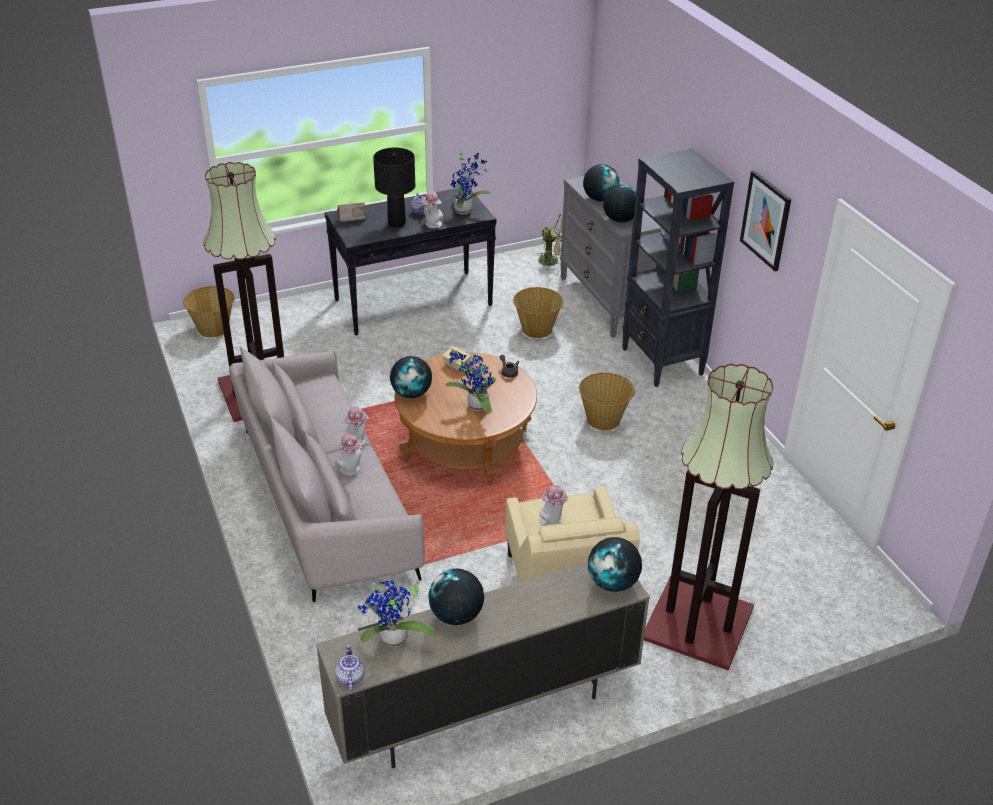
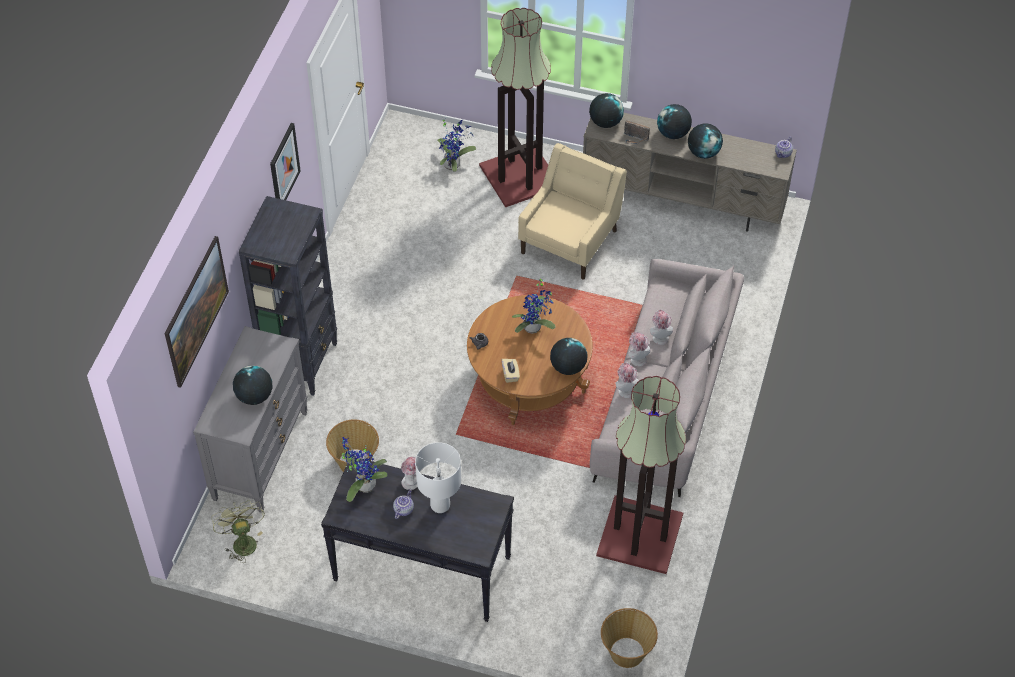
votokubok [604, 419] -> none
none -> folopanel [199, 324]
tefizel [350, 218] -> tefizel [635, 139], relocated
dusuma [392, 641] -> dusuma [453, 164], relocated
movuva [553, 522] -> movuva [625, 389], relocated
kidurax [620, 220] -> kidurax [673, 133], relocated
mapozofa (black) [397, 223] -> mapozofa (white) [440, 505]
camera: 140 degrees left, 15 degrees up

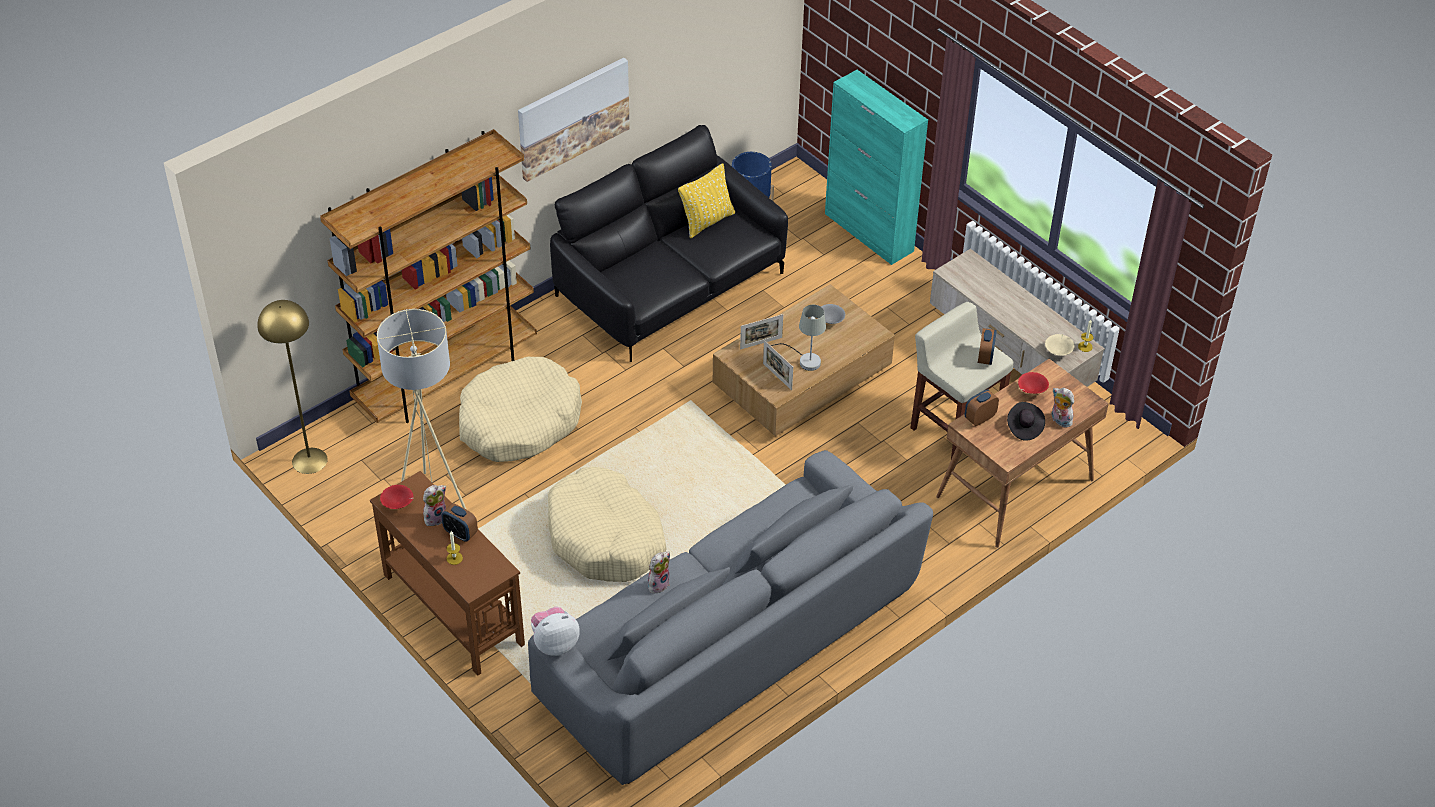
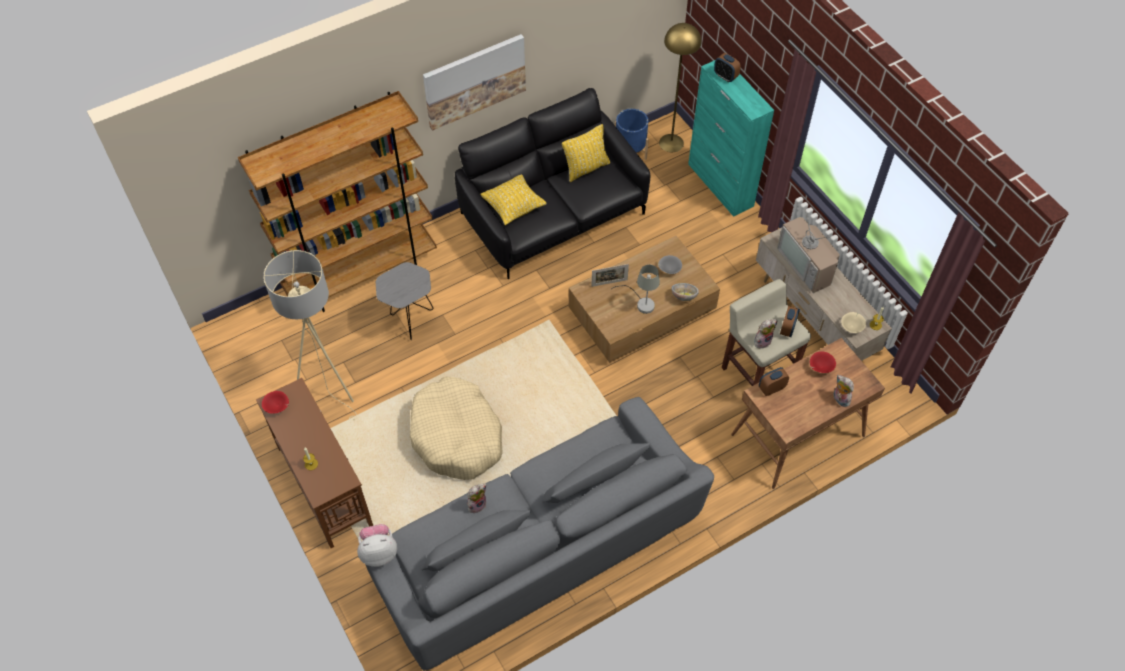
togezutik [777, 376] -> none
movuva (black) [1024, 427] -> none
none -> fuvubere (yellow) [513, 207]
none -> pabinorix [683, 296]
none -> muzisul [807, 265]
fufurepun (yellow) [310, 460] -> fufurepun (yellow) [671, 143], relocated
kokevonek [435, 517] -> kokevonek [762, 341], relocated
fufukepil [460, 533] -> fufukepil [725, 76], relocated
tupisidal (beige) [519, 422] -> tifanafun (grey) [410, 322]
camera: 10 degrees right, 10 degrees up

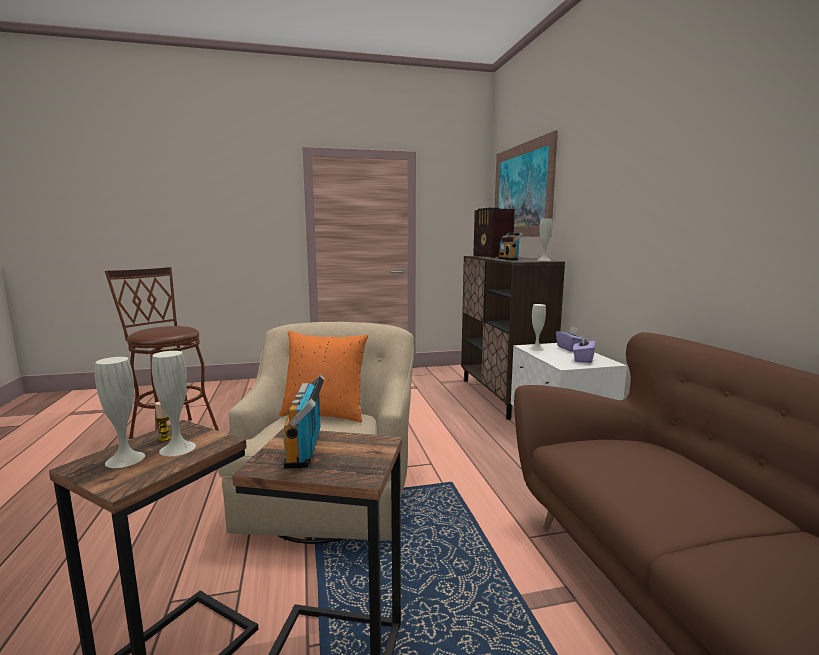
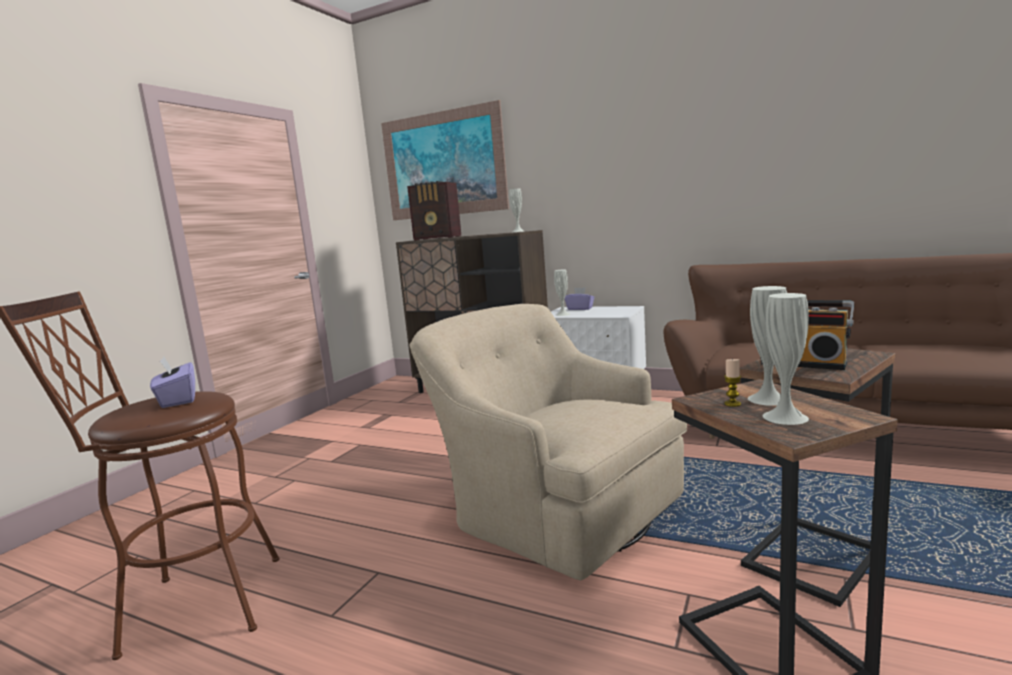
fuvubere (orange) [325, 413] -> none
tefizel [509, 259] -> none
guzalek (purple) [583, 359] -> guzalek (purple) [177, 400], relocated
camera: 50 degrees left, 0 degrees up

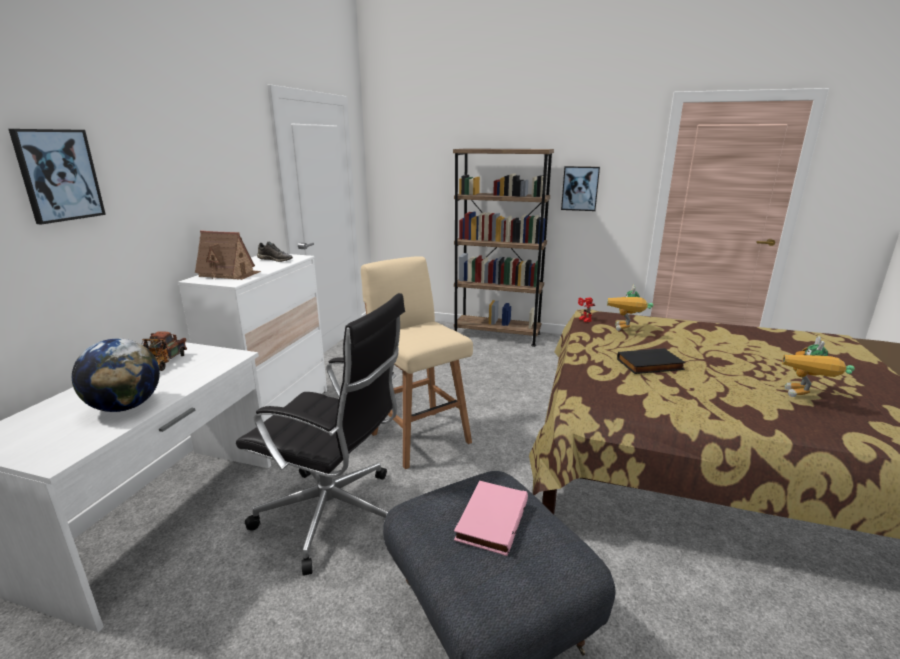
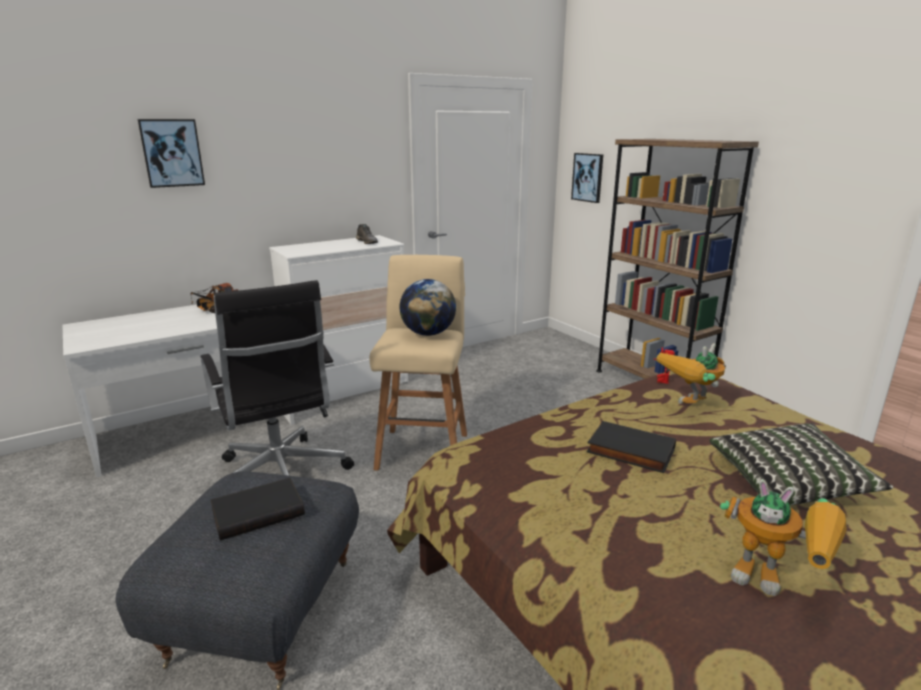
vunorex [229, 274] -> none
none -> fuvubere [787, 483]
kidurax [126, 406] -> kidurax [428, 334], relocated
folopanel [580, 188] -> folopanel [588, 177], relocated
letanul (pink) [490, 519] -> letanul (black) [258, 511]
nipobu [804, 398] -> nipobu [776, 581], 120 degrees counterclockwise
camera: 40 degrees right, 0 degrees up

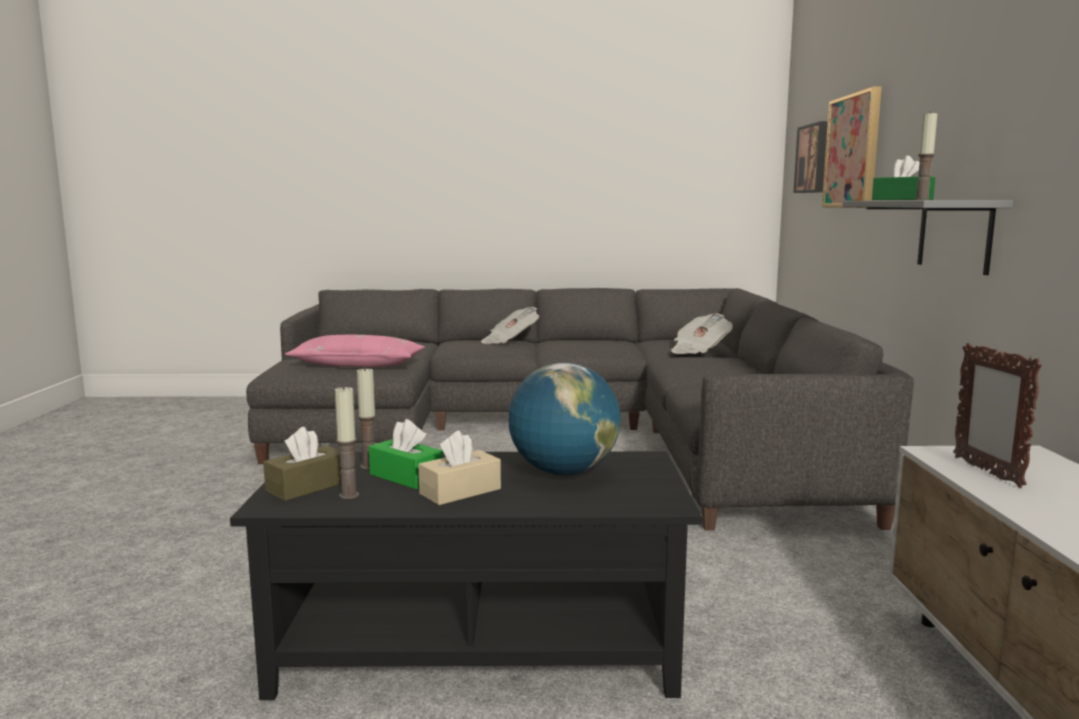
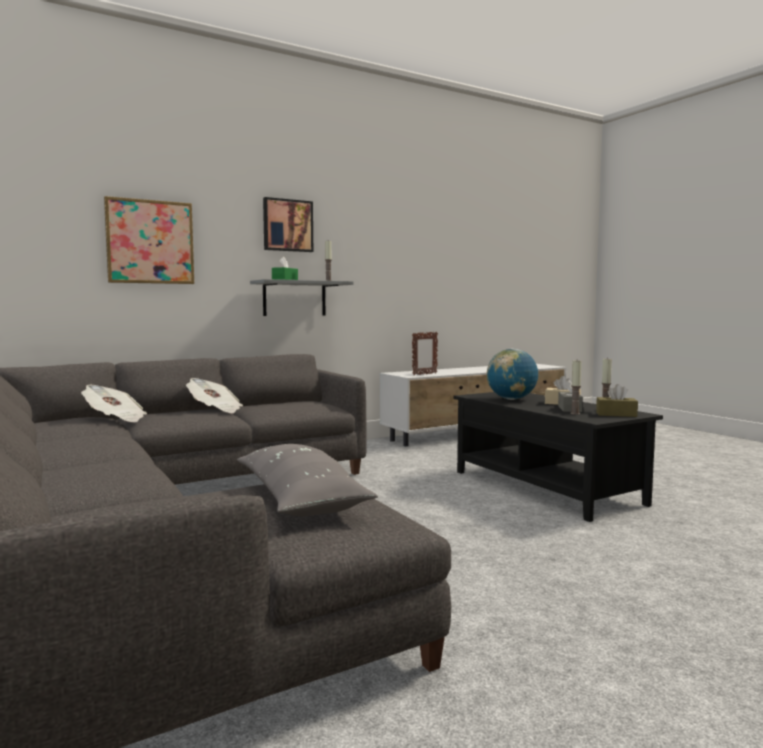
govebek [510, 341] -> govebek [215, 410], relocated
folopanel [814, 158] -> folopanel [287, 225], relocated
fuvubere (pink) [357, 365] -> fuvubere (grey) [299, 498]
guzalek (green) [406, 477] -> guzalek (grey) [569, 409]
camera: 120 degrees left, 5 degrees down

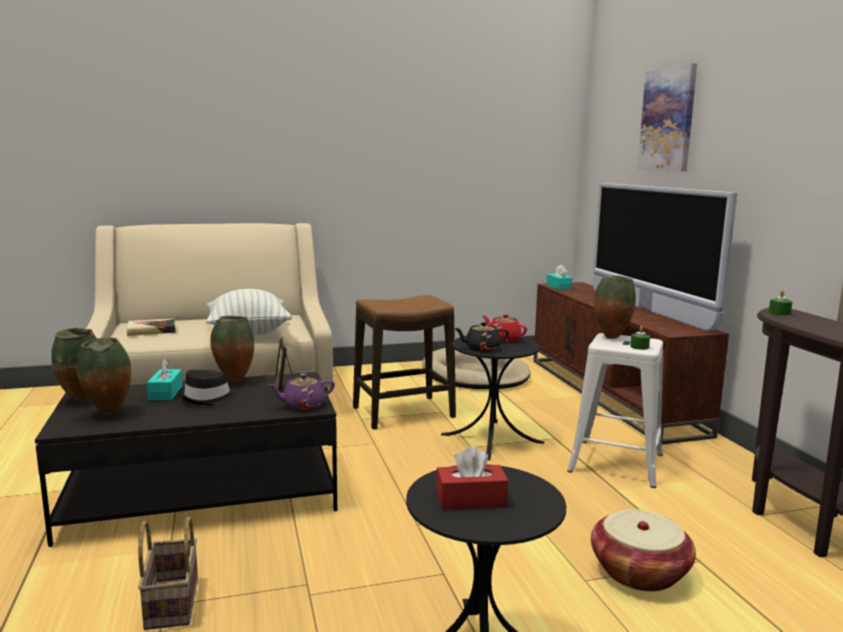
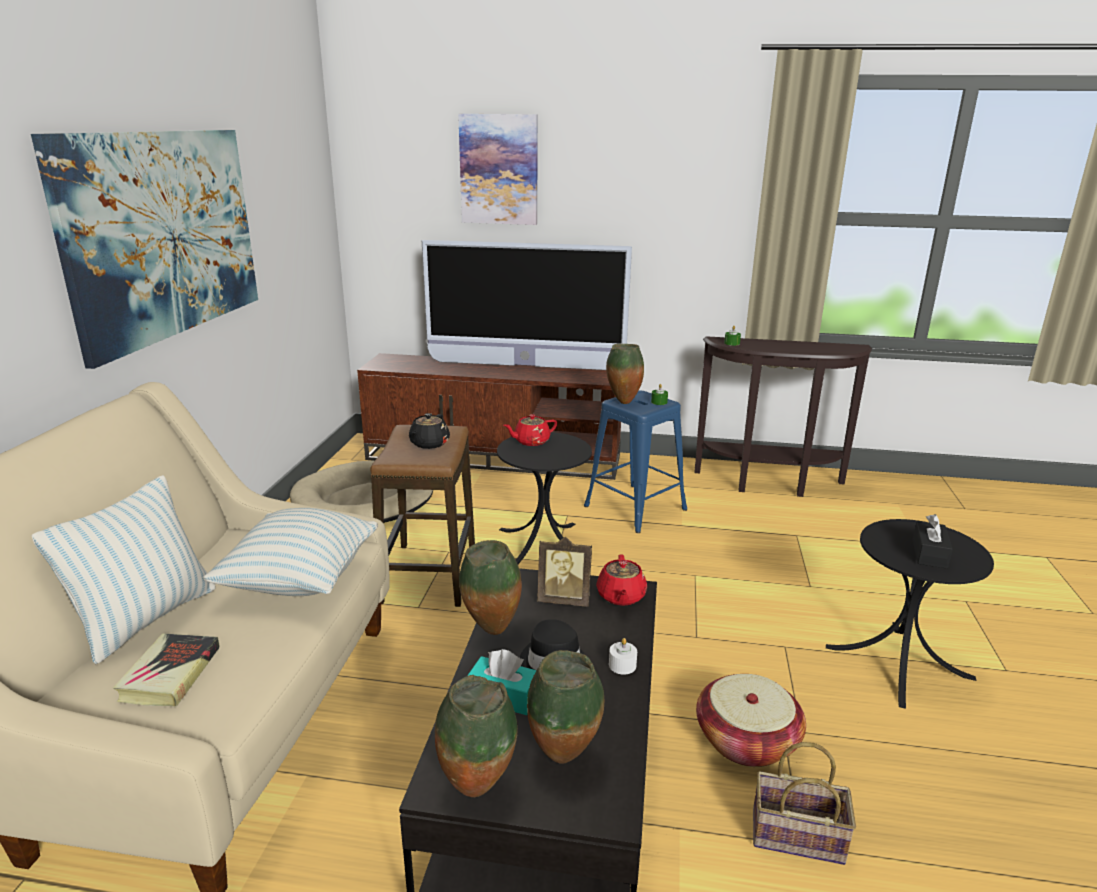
guzalek (turquoise) [558, 287] -> none
none -> folopanel [165, 234]
none -> fuvubere [146, 619]
none -> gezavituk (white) [622, 665]
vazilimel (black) [481, 348] -> vazilimel (black) [429, 444], relocated
votokubok [639, 572] -> votokubok [746, 741], relocated
vazilimel (purple) [303, 405] -> vazilimel (red) [621, 596]
guzalek (red) [471, 500] -> guzalek (black) [929, 553]
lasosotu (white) [616, 462] -> lasosotu (blue) [635, 507]
camera: 65 degrees left, 10 degrees up

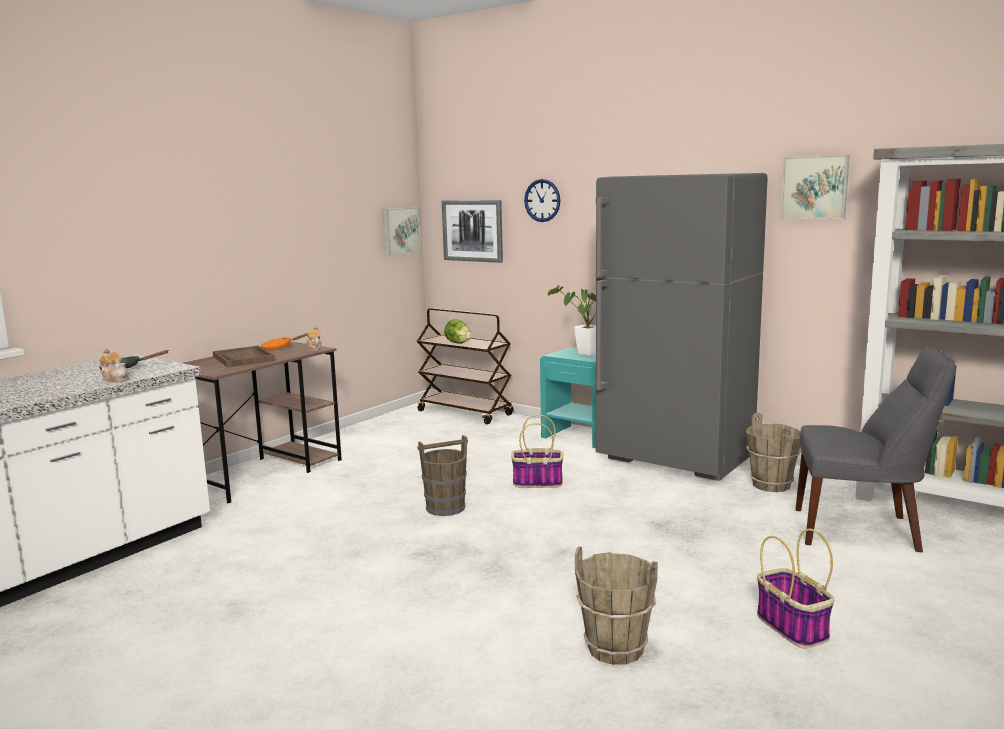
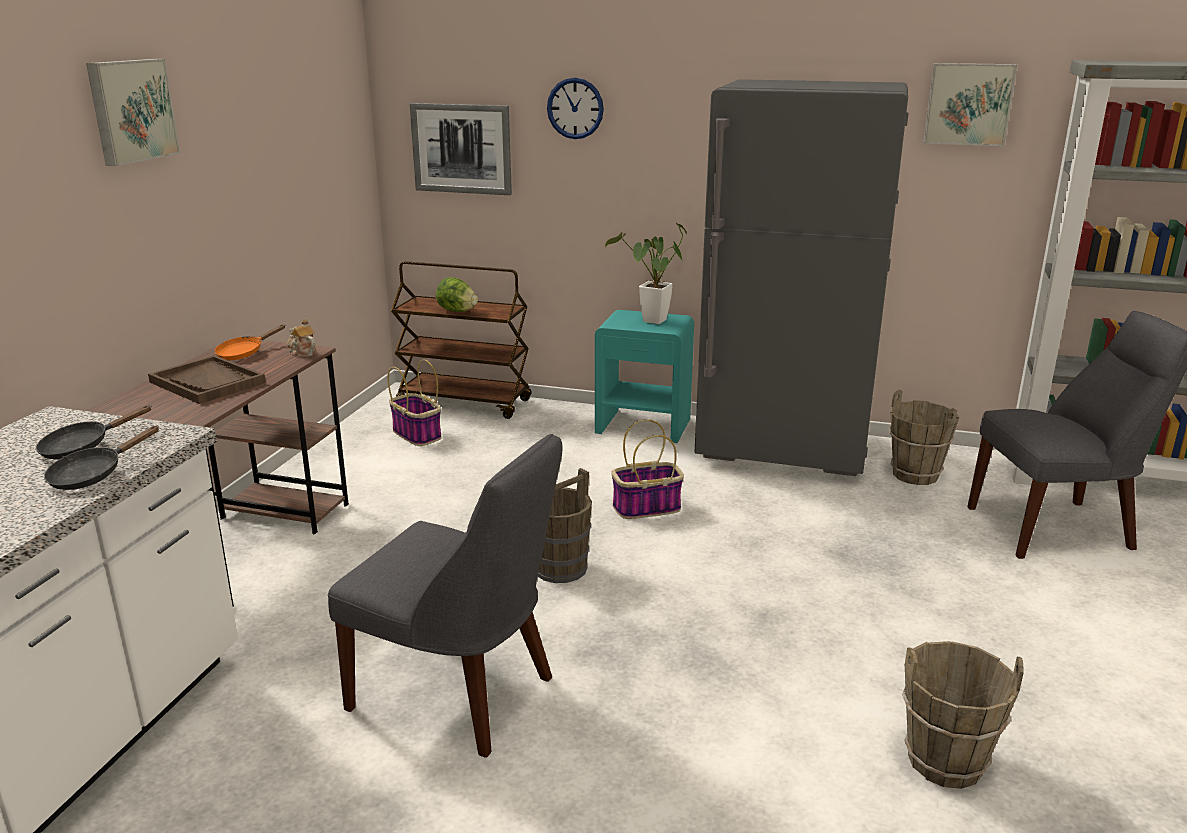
none -> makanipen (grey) [460, 695]
folopanel [399, 231] -> folopanel [131, 110], relocated
votokubok [793, 627] -> votokubok [417, 435], relocated
vazilimel [116, 379] -> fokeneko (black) [93, 475]
camera: 20 degrees left, 10 degrees up

